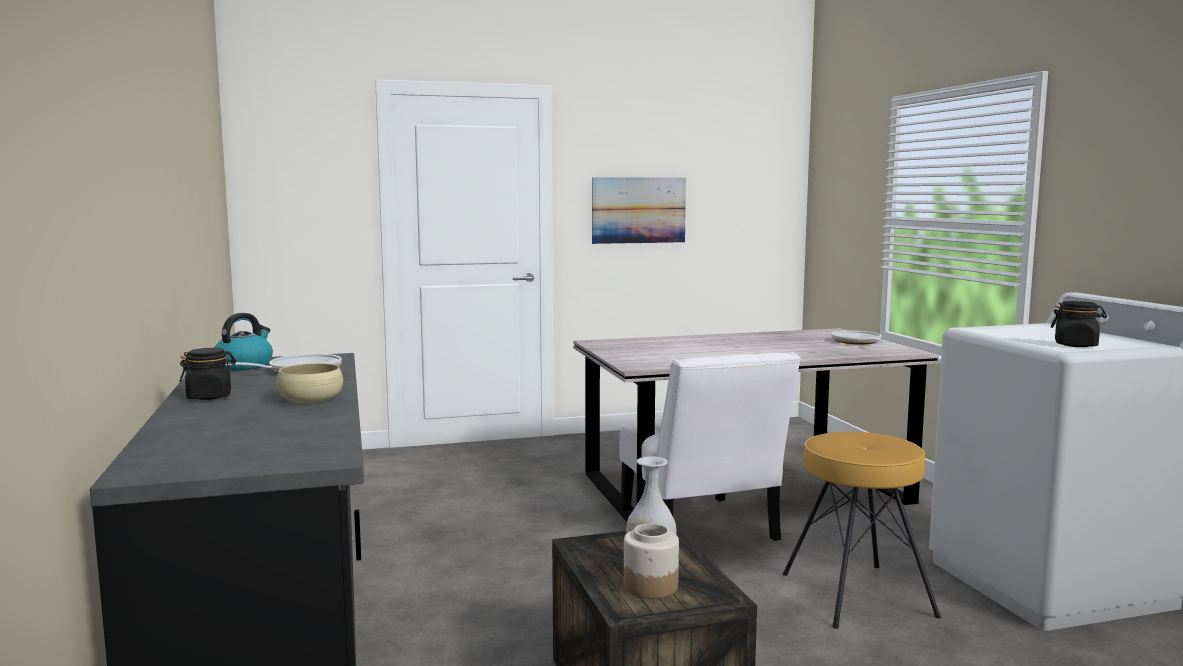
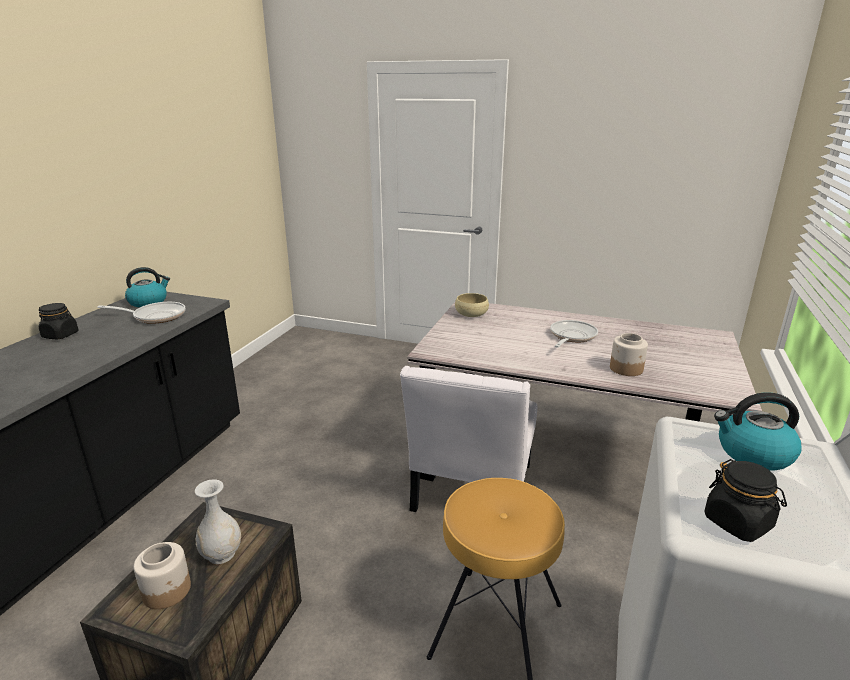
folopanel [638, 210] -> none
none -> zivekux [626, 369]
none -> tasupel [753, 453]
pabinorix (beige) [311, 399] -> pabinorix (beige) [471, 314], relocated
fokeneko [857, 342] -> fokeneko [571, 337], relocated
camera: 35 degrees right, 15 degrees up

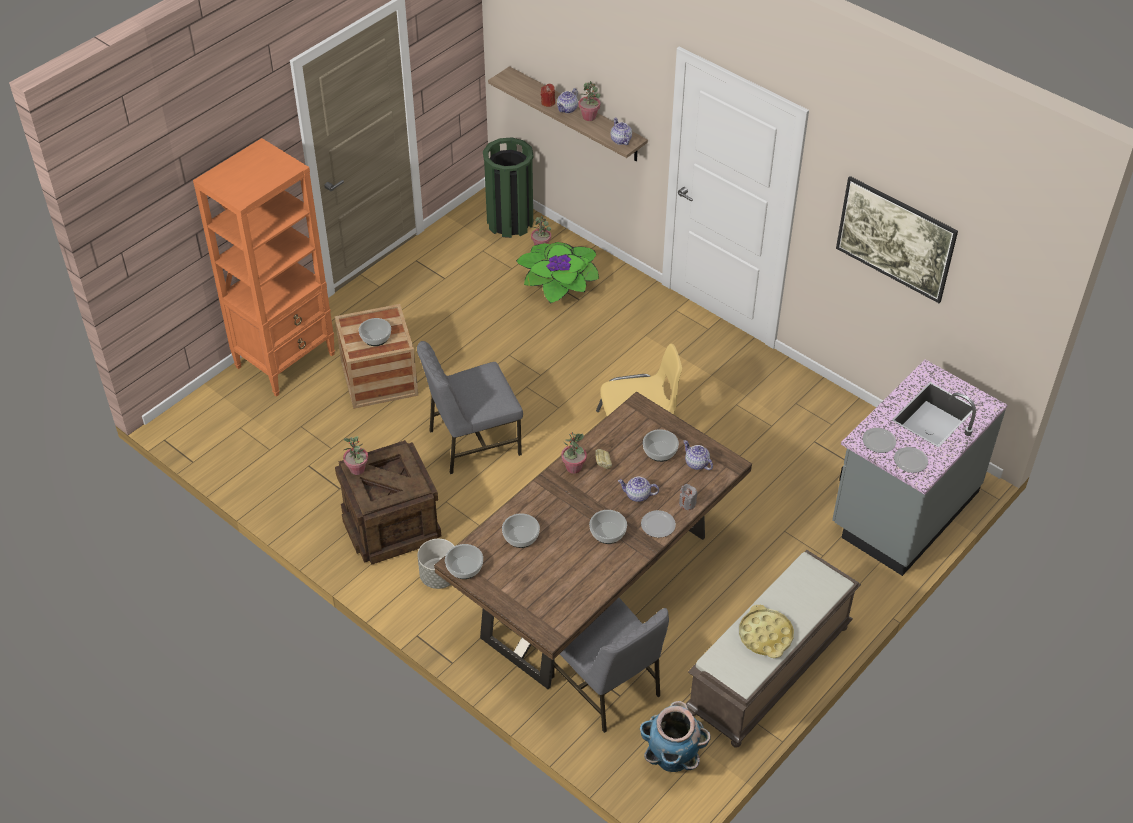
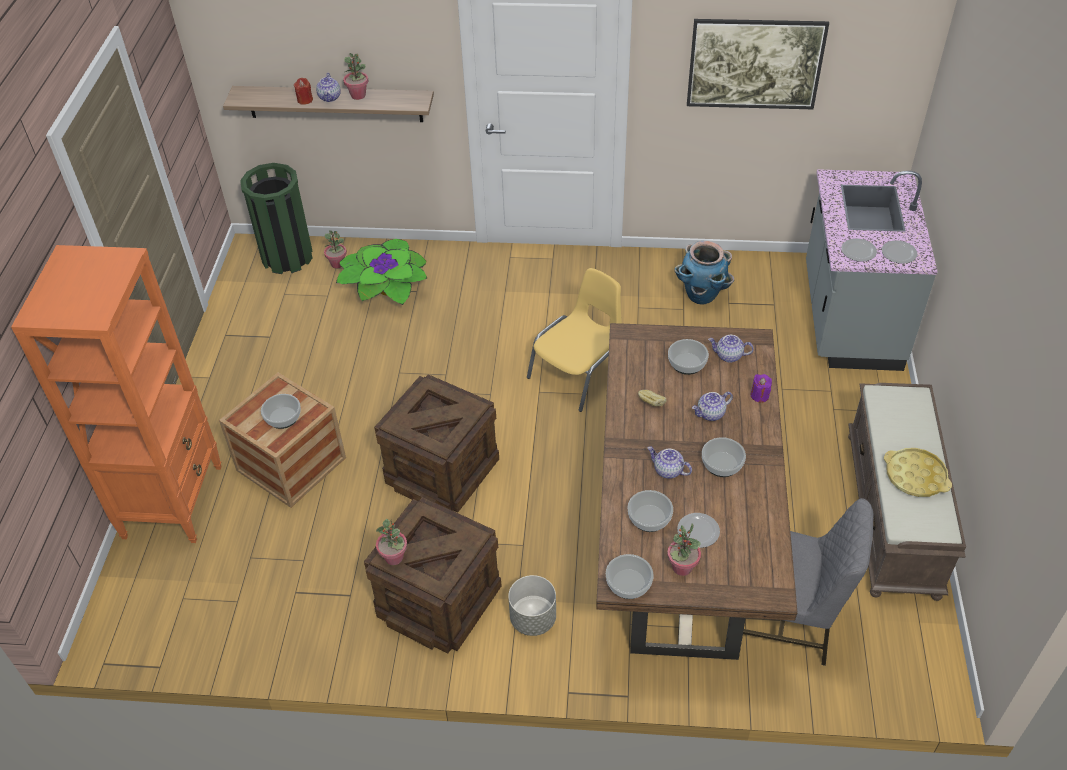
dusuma [573, 467] -> dusuma [682, 567], relocated
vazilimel [620, 140] -> vazilimel [667, 470], relocated
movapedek [672, 759] -> movapedek [701, 296], relocated
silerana [658, 524] -> silerana [697, 531], relocated
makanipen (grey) [472, 441] -> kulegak [441, 470]
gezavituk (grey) [687, 503] -> gezavituk (purple) [759, 395]
camera: 35 degrees left, 0 degrees up

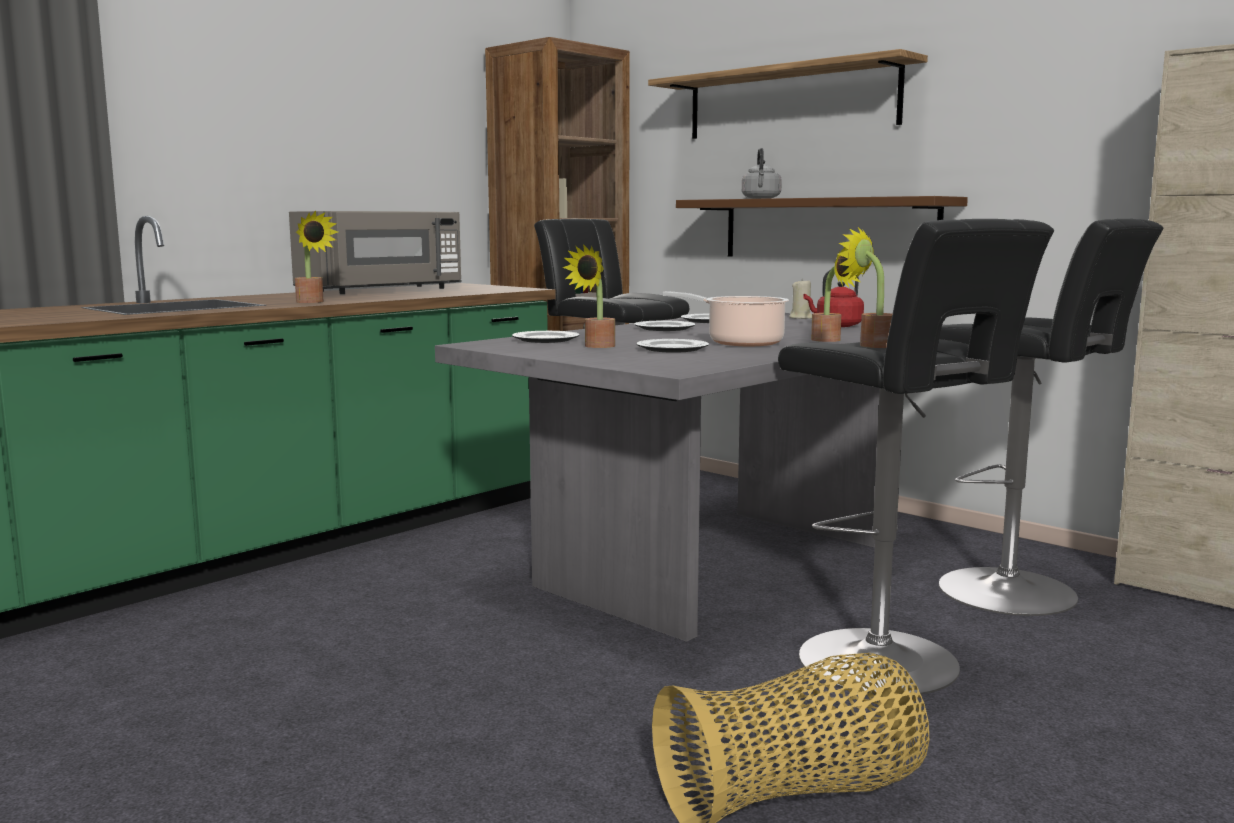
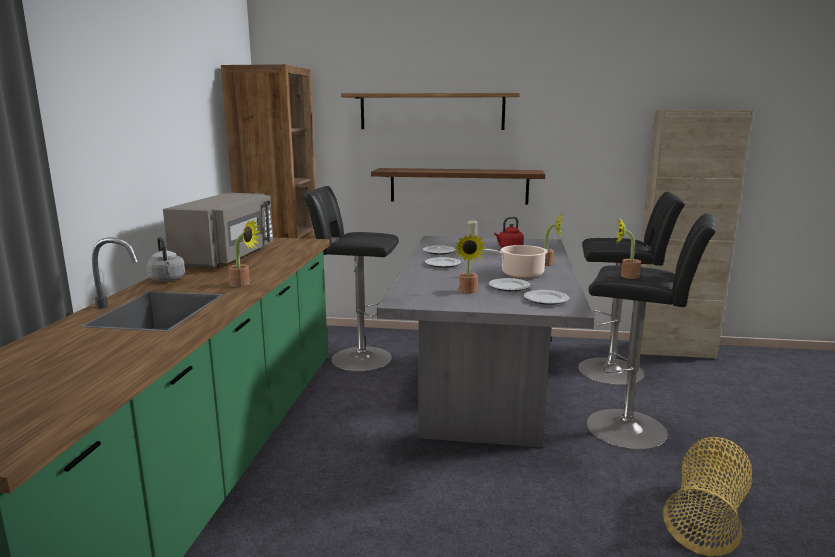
silerana [546, 340] -> silerana [545, 299], relocated
tasupel (grey) [761, 198] -> tasupel (grey) [167, 280], relocated
camera: 35 degrees left, 5 degrees up

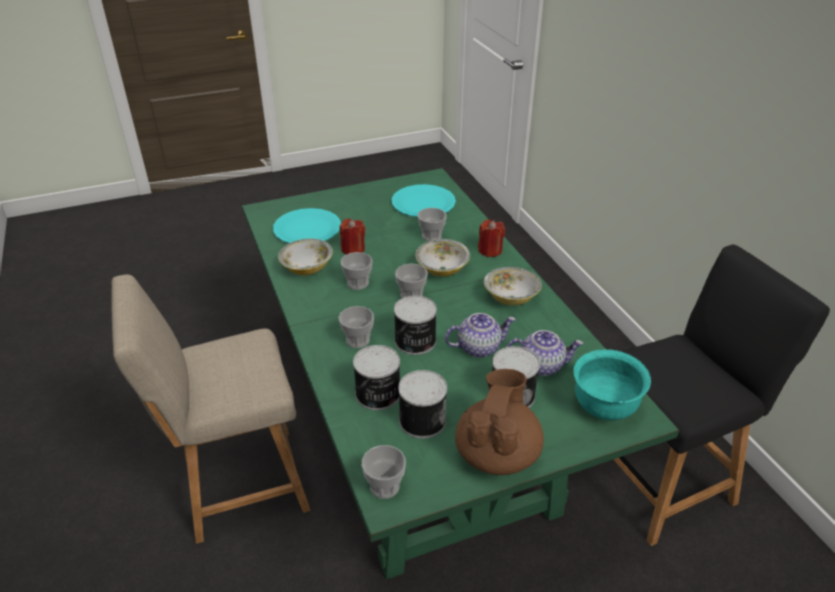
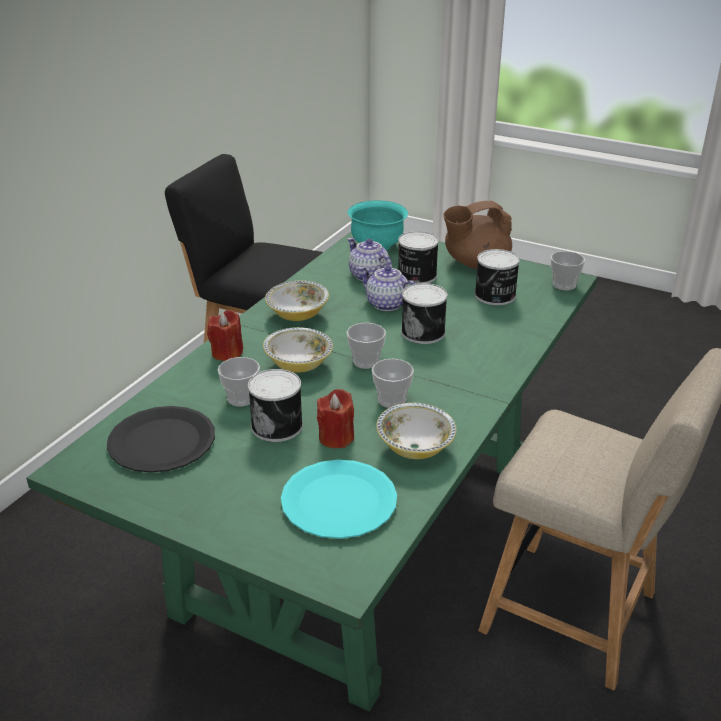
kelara [357, 340] -> none
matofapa [378, 394] -> matofapa [278, 425], relocated
silerana (turquoise) [423, 203] -> silerana (black) [161, 442]
camera: 130 degrees left, 5 degrees down

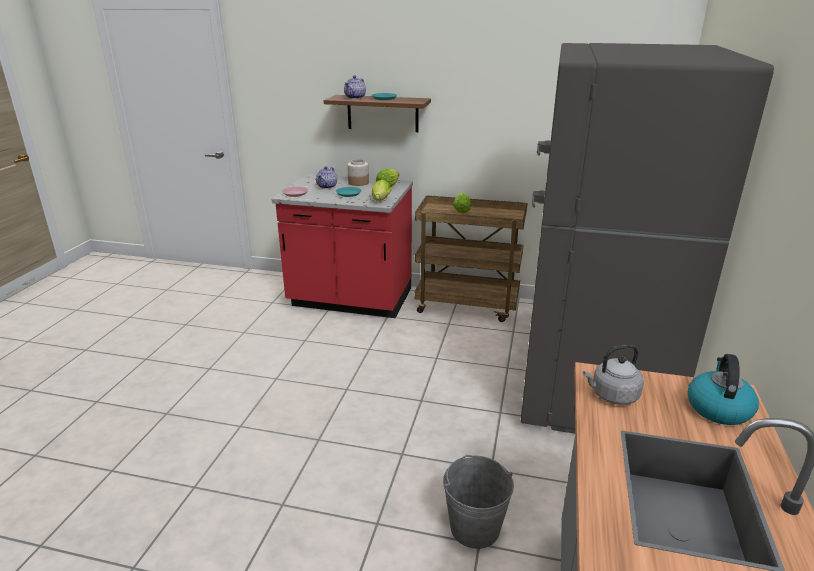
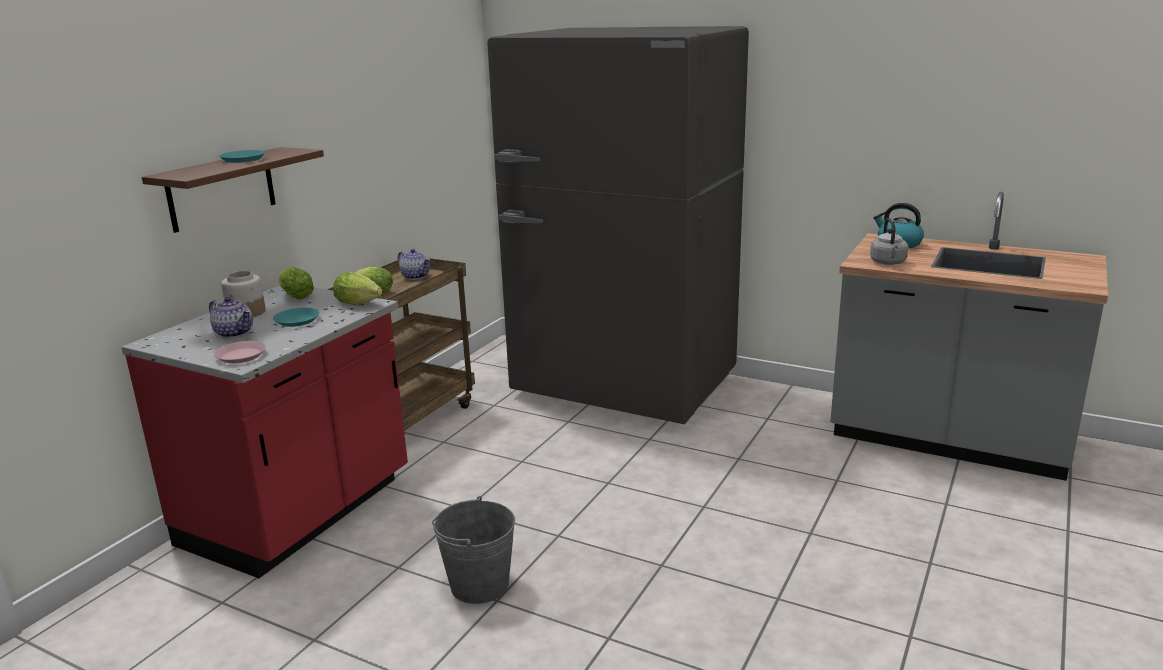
vazilimel [355, 97] -> vazilimel [415, 276], relocated
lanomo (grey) [475, 528] -> lanomo (grey) [479, 585], relocated
camera: 75 degrees left, 5 degrees down

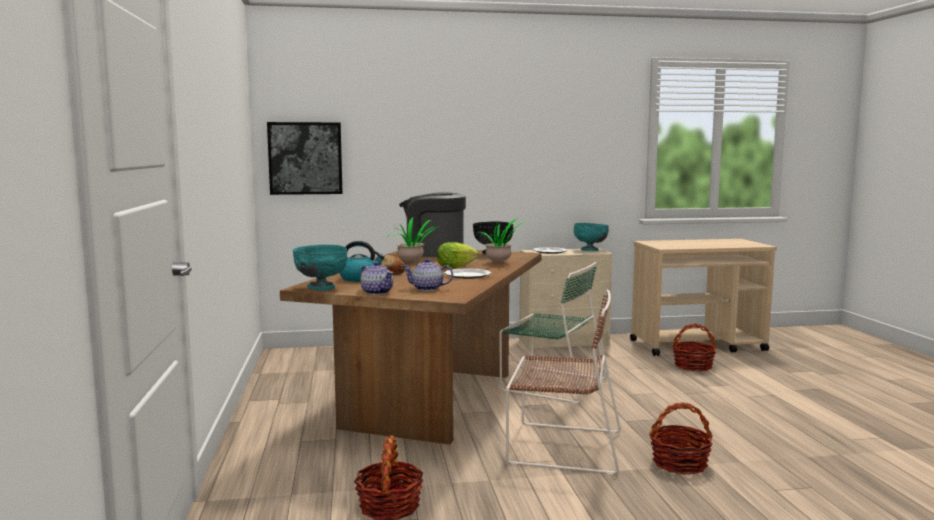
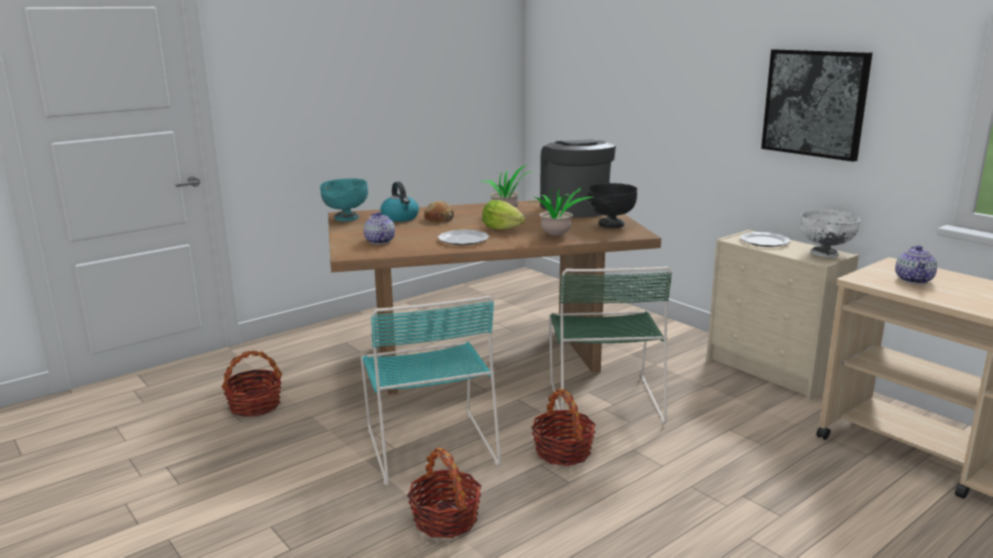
folopanel [305, 158] -> folopanel [815, 103], relocated
vazilimel [377, 292] -> vazilimel [914, 280], relocated
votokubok [693, 366] -> votokubok [563, 452], relocated
makanipen (brown) [561, 447] -> makanipen (turquoise) [430, 444]
pabinorix (turquoise) [590, 250] -> pabinorix (white) [824, 254]
camera: 60 degrees right, 10 degrees up

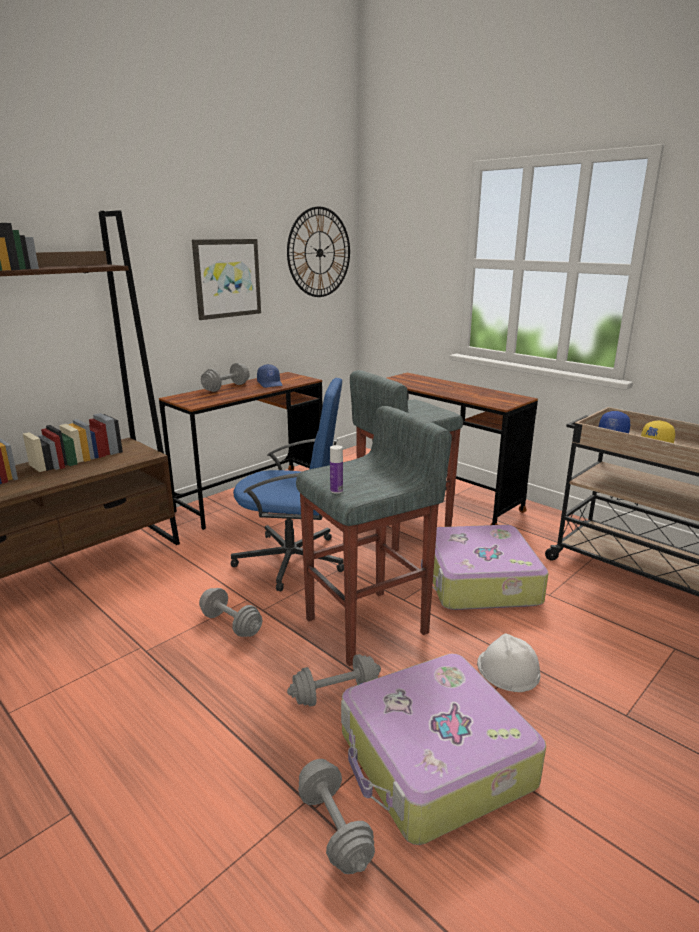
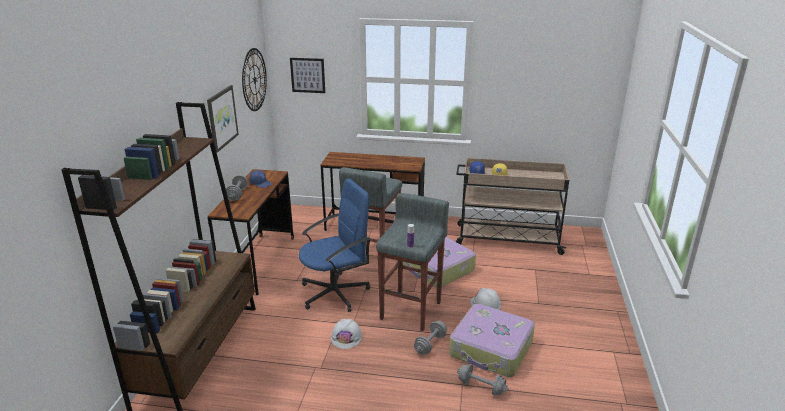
none -> folopanel [307, 75]
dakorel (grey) [231, 624] -> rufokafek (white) [346, 337]
camera: 35 degrees left, 5 degrees up

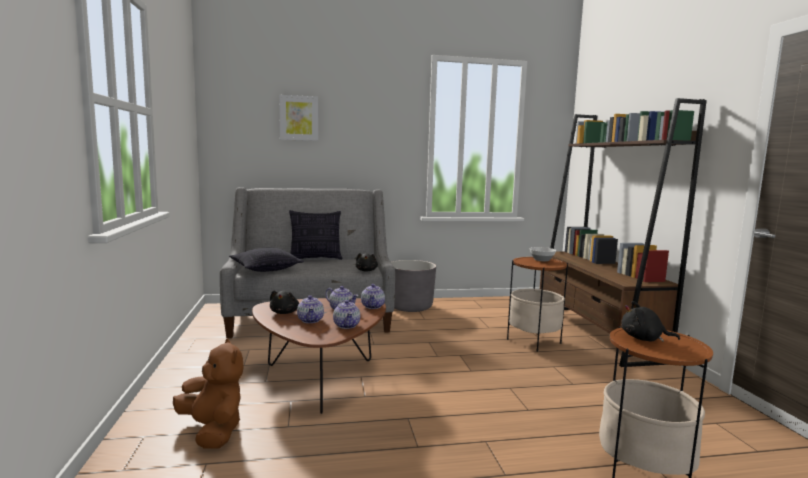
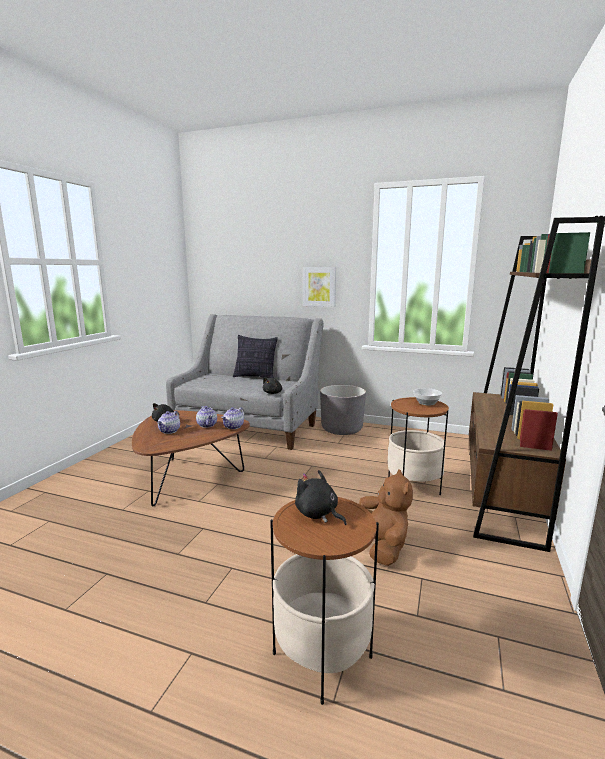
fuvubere [266, 269] -> none
vazilimel [347, 325] -> none
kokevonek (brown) [213, 431] -> kokevonek (brown) [382, 545], relocated
folopanel [299, 118] -> folopanel [319, 286], relocated
camera: 30 degrees right, 5 degrees up

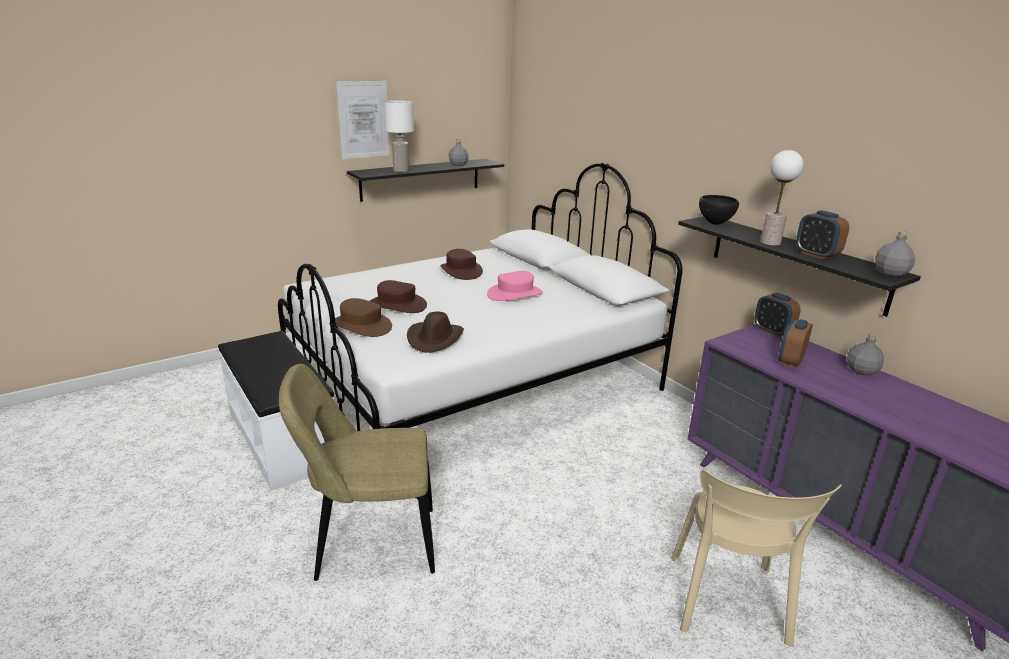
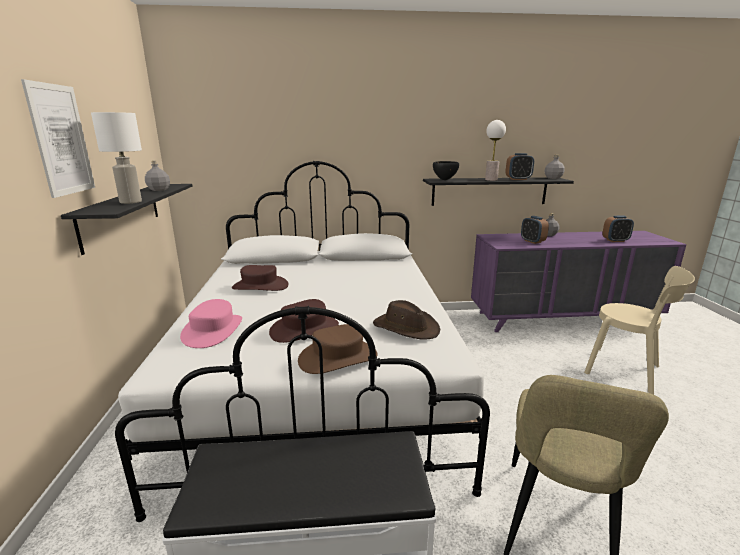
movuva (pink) [515, 294] -> movuva (pink) [213, 330], relocated
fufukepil [772, 331] -> fufukepil [615, 240], relocated
camera: 60 degrees left, 5 degrees down

